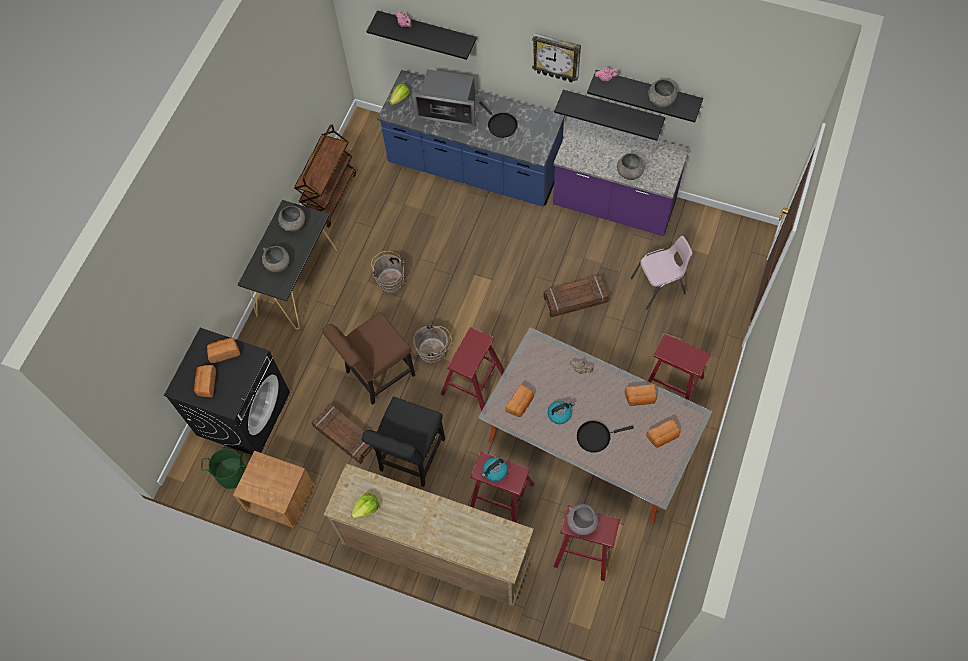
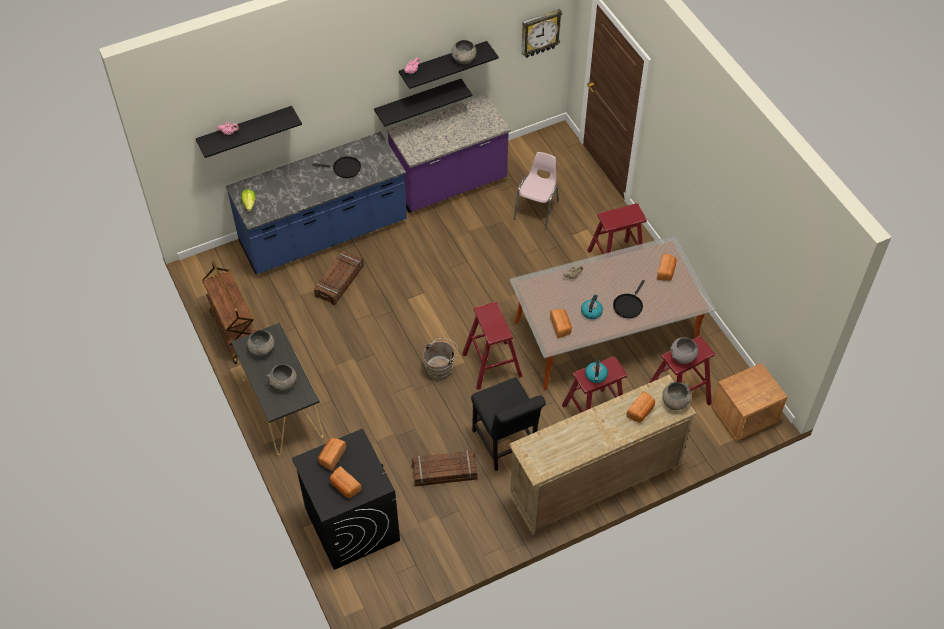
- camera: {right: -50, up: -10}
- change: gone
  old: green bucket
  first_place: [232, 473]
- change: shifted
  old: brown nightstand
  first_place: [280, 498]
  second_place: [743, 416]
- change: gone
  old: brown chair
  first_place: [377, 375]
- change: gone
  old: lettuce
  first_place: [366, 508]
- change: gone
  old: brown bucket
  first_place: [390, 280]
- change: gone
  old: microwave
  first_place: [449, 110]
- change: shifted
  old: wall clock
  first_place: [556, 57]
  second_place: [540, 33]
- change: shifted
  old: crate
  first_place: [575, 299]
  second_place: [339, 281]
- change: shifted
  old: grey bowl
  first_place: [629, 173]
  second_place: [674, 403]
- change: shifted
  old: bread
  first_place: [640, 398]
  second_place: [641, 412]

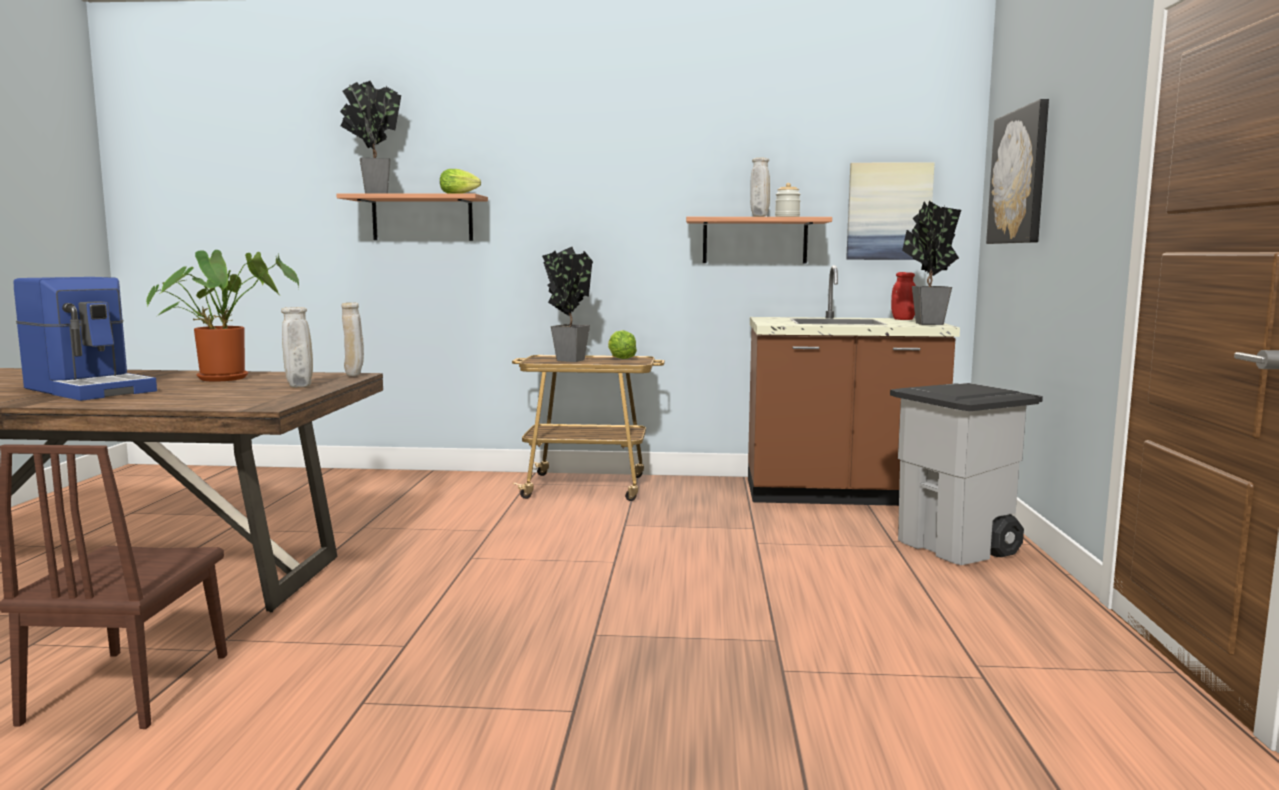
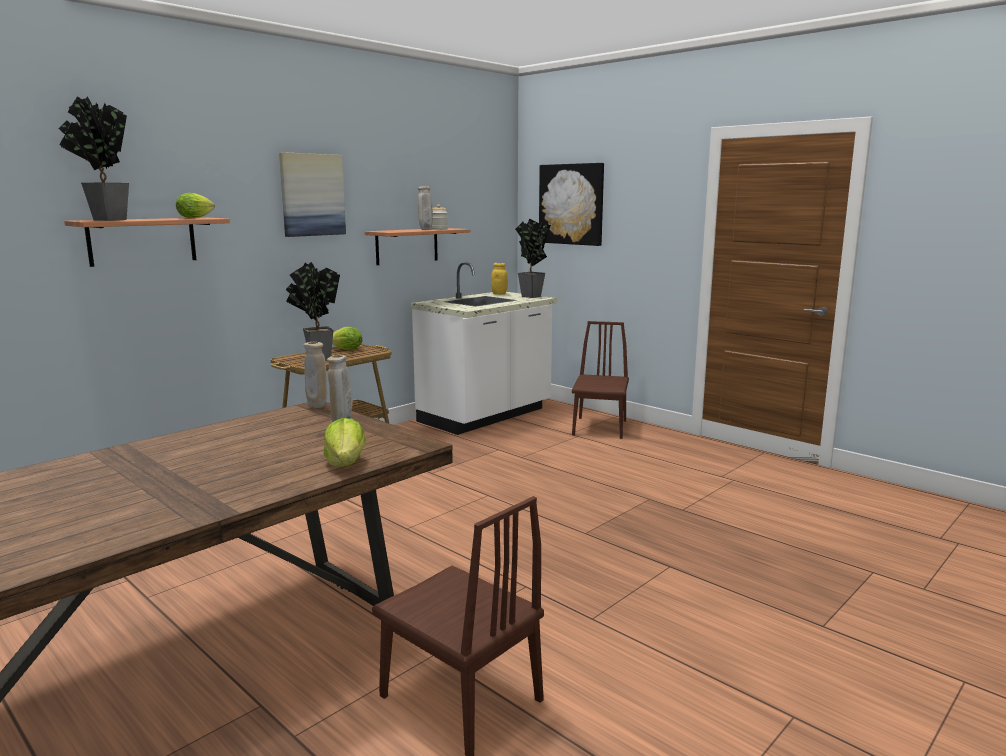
- camera: {right: -50, up: 5}
- change: gone
  old: coffee machine
  first_place: [91, 389]
- change: gone
  old: potted plant
  first_place: [227, 378]
- change: repainted
  old: brown counter
  new: white counter
  first_place: [840, 495]
  second_place: [486, 416]
- change: shifted
  old: picture
  first_place: [889, 211]
  second_place: [312, 195]
- change: swapped
  old: grey trash can
  new: brown chair
  first_place: [958, 548]
  second_place: [599, 427]
- change: repainted
  old: red jar
  new: yellow jar
  first_place: [903, 319]
  second_place: [499, 294]
- change: new
  new: lettuce
  second_place: [345, 463]

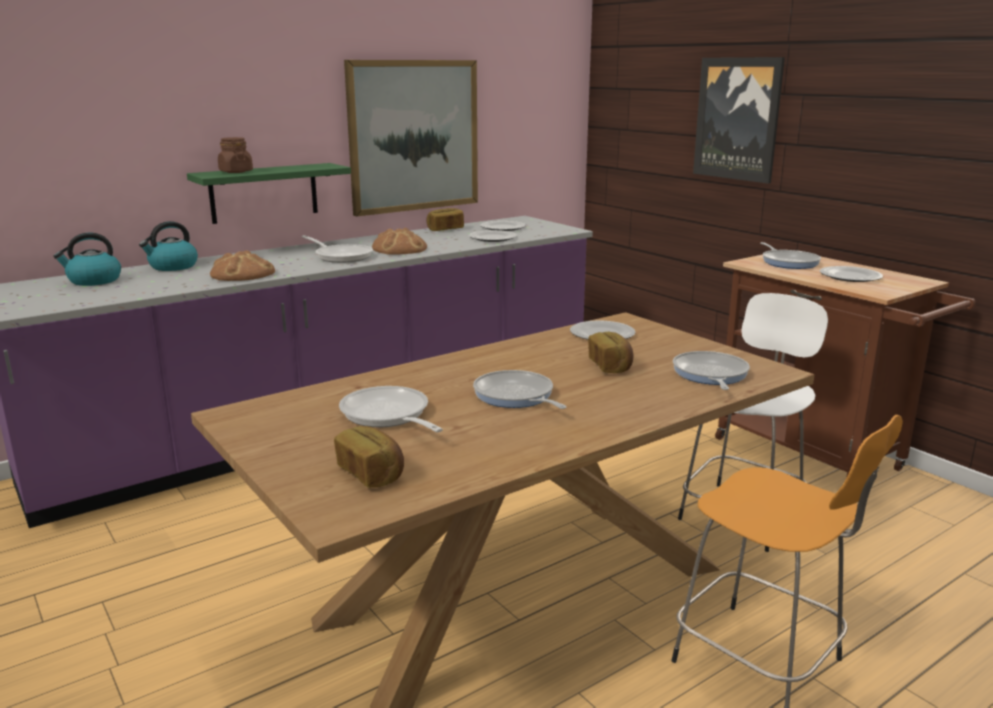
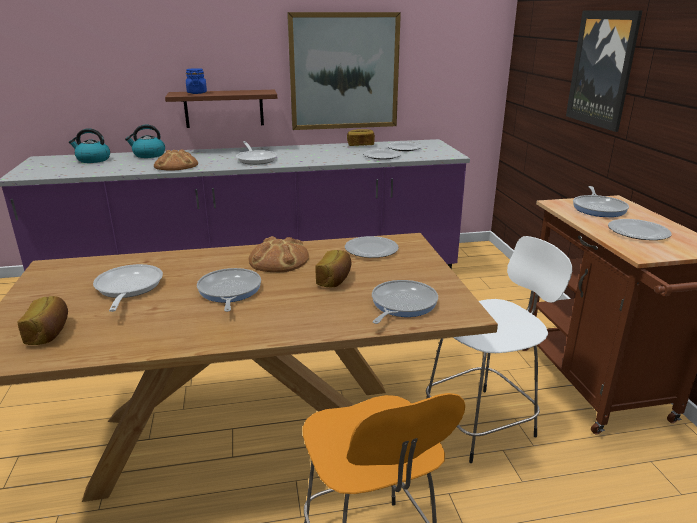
- camera: {right: 25, up: 5}
- change: repainted
  old: green shelf
  new: brown shelf
  first_place: [264, 193]
  second_place: [224, 108]
- change: repainted
  old: brown jar
  new: blue jar
  first_place: [235, 172]
  second_place: [197, 93]
- change: shifted
  old: bread
  first_place: [400, 248]
  second_place: [278, 260]

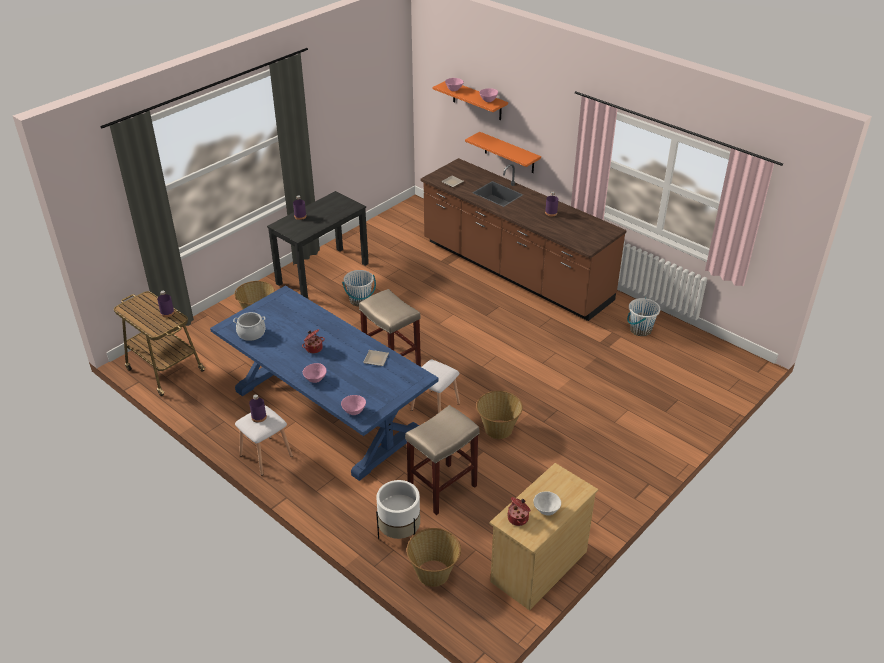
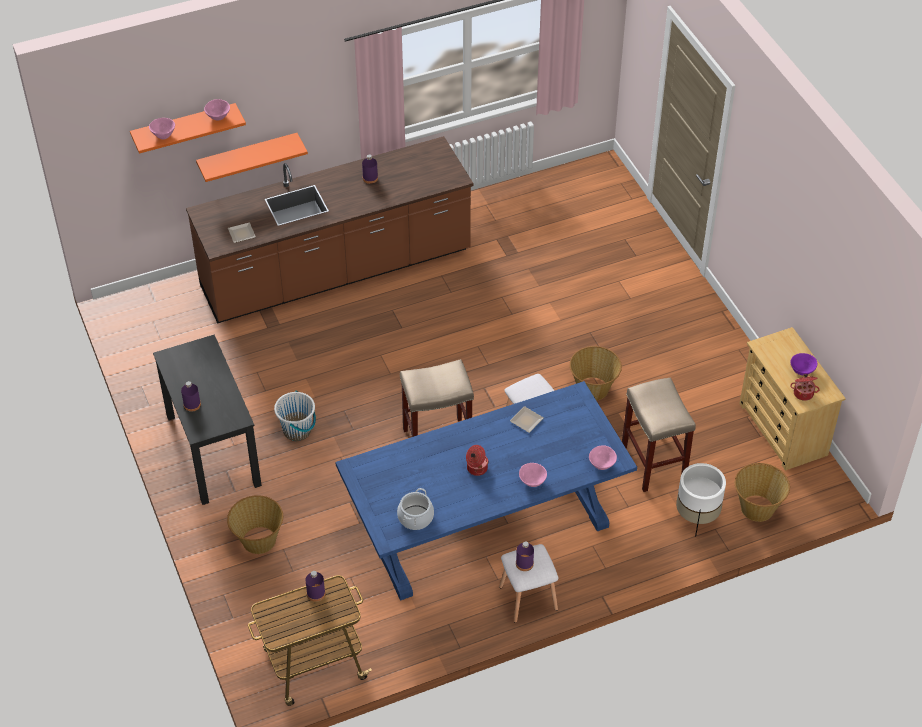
- camera: {right: -65, up: 10}
- change: repainted
  old: white bowl
  new: purple bowl
  first_place: [546, 509]
  second_place: [801, 370]
- change: gone
  old: white bucket
  first_place: [640, 330]

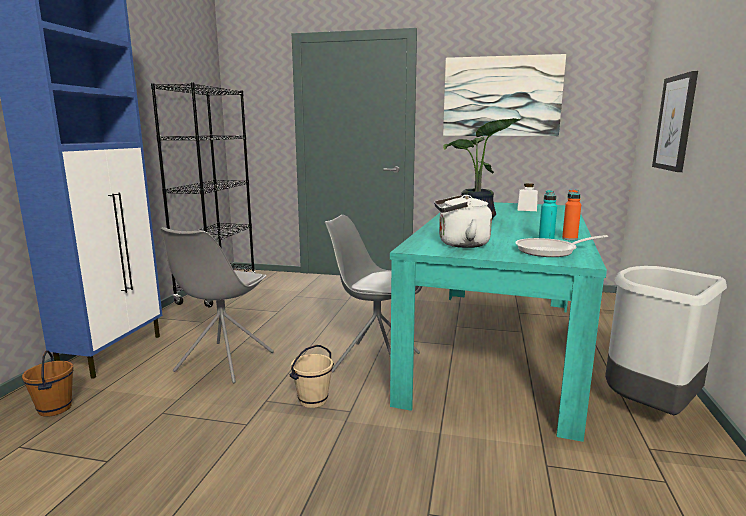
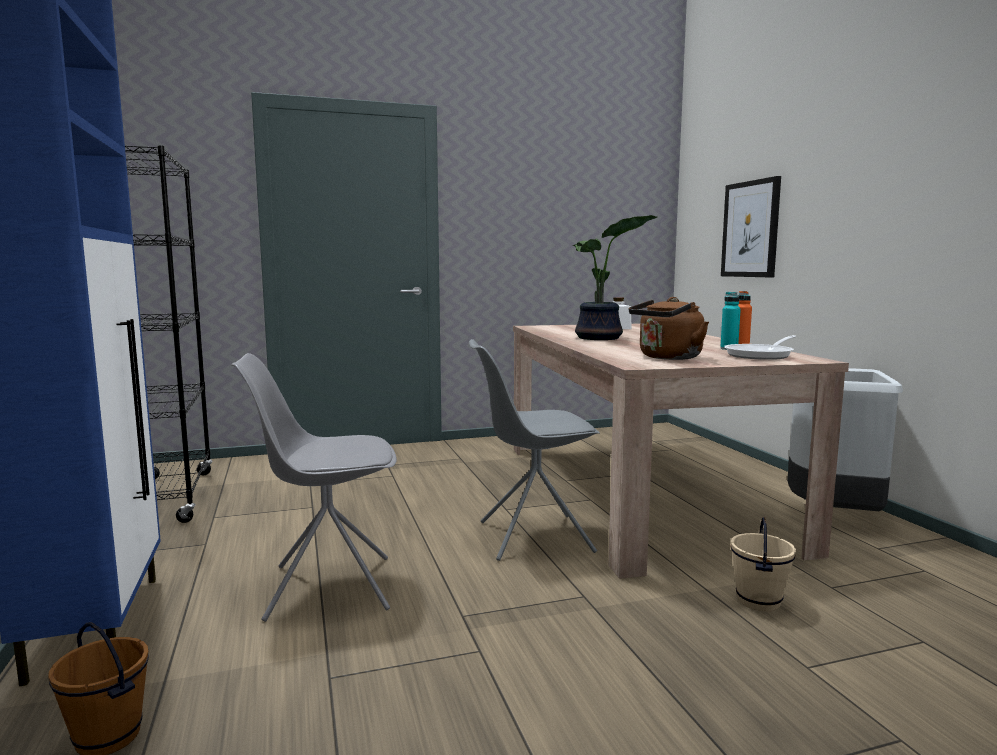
- camera: {right: -30, up: -5}
- change: rotated
  old: grey chair
  first_place: [223, 362]
  second_place: [327, 587]
  degrees: 90
- change: shifted
  old: beige bucket
  first_place: [313, 401]
  second_place: [759, 601]
- change: repainted
  old: turquoise dining table
  new: beige dining table
  first_place: [497, 346]
  second_place: [635, 491]
- change: repainted
  old: white kettle
  new: brown kettle
  first_place: [460, 244]
  second_place: [667, 358]
- change: gone
  old: picture
  first_place: [501, 96]

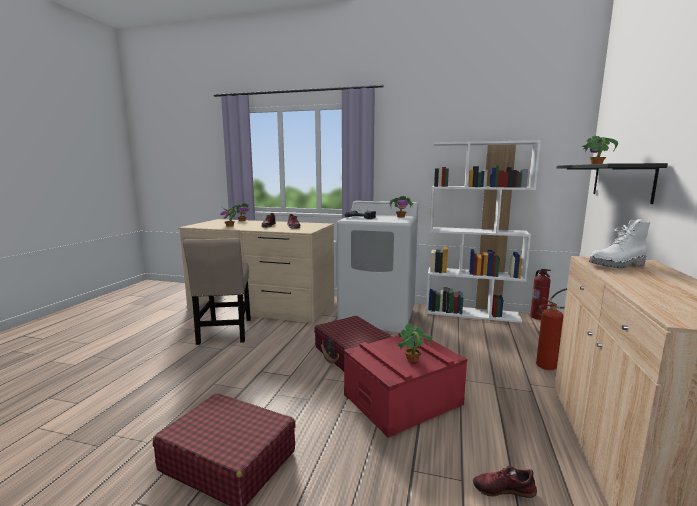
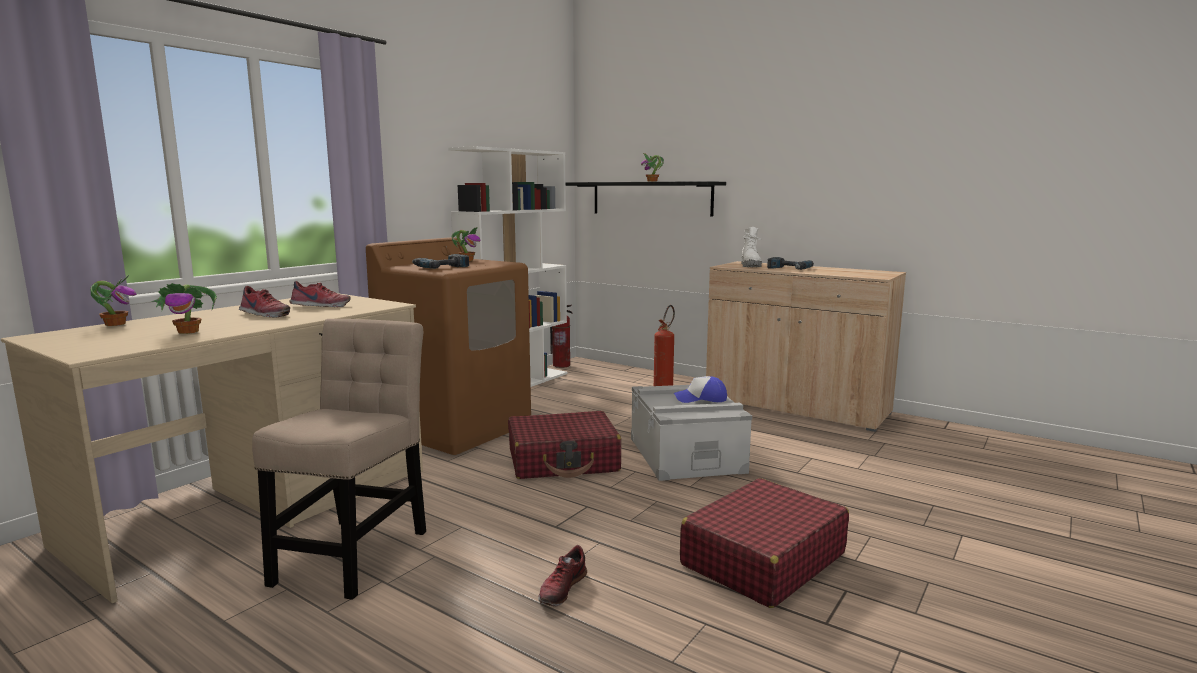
- camera: {right: -70, up: 0}
- change: rotated
  old: beige chair
  first_place: [225, 332]
  second_place: [355, 552]
  degrees: -90
- change: repainted
  old: white washing machine
  new: brown washing machine
  first_place: [378, 316]
  second_place: [457, 427]
- change: repainted
  old: red storage box
  new: grey storage box
  first_place: [402, 399]
  second_place: [686, 455]
- change: swapped
  old: potted plant
  new: cap
  first_place: [412, 359]
  second_place: [701, 399]
- change: shifted
  old: shoe
  first_place: [503, 489]
  second_place: [562, 588]
- change: new
  new: power drill
  second_place: [788, 269]

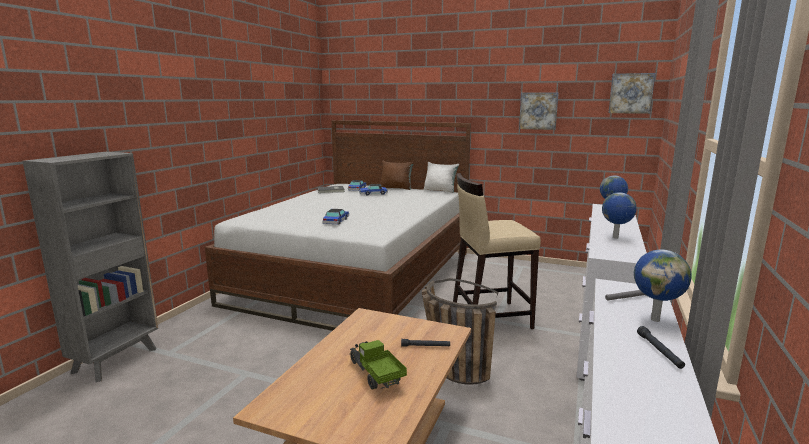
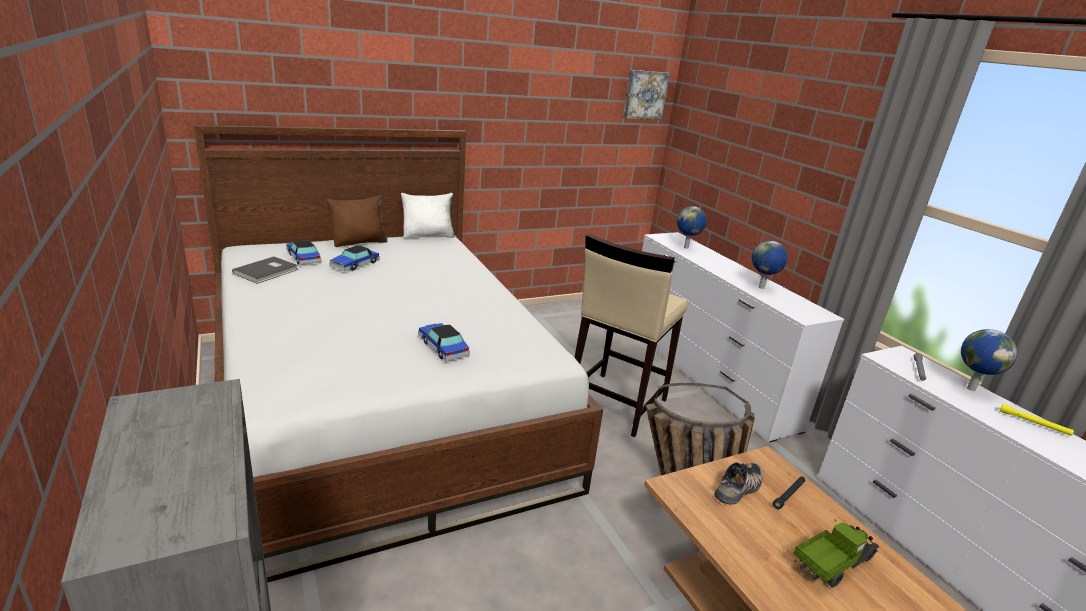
- camera: {right: -50, up: 10}
- change: rotated
  old: toy truck
  first_place: [375, 375]
  second_place: [832, 563]
  degrees: 135
- change: gone
  old: picture
  first_place: [538, 111]
- change: repainted
  old: black flashlight
  new: yellow flashlight
  first_place: [659, 351]
  second_place: [1034, 423]
- change: new
  new: shoe
  second_place: [739, 488]

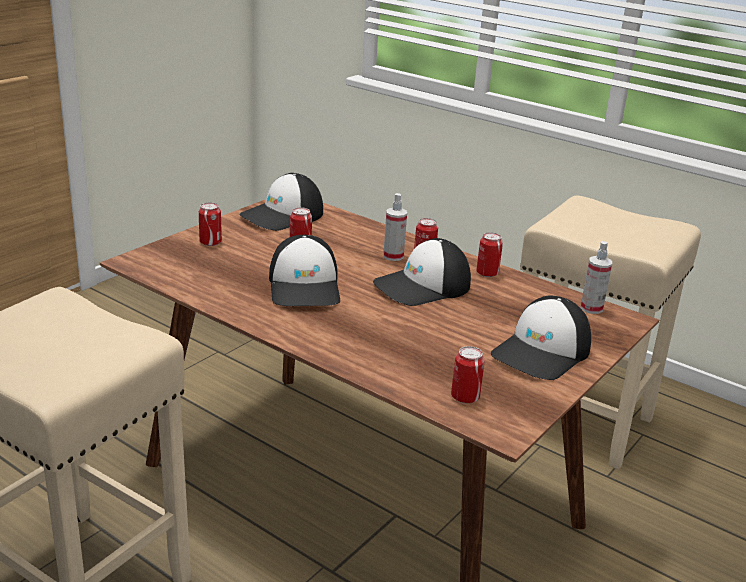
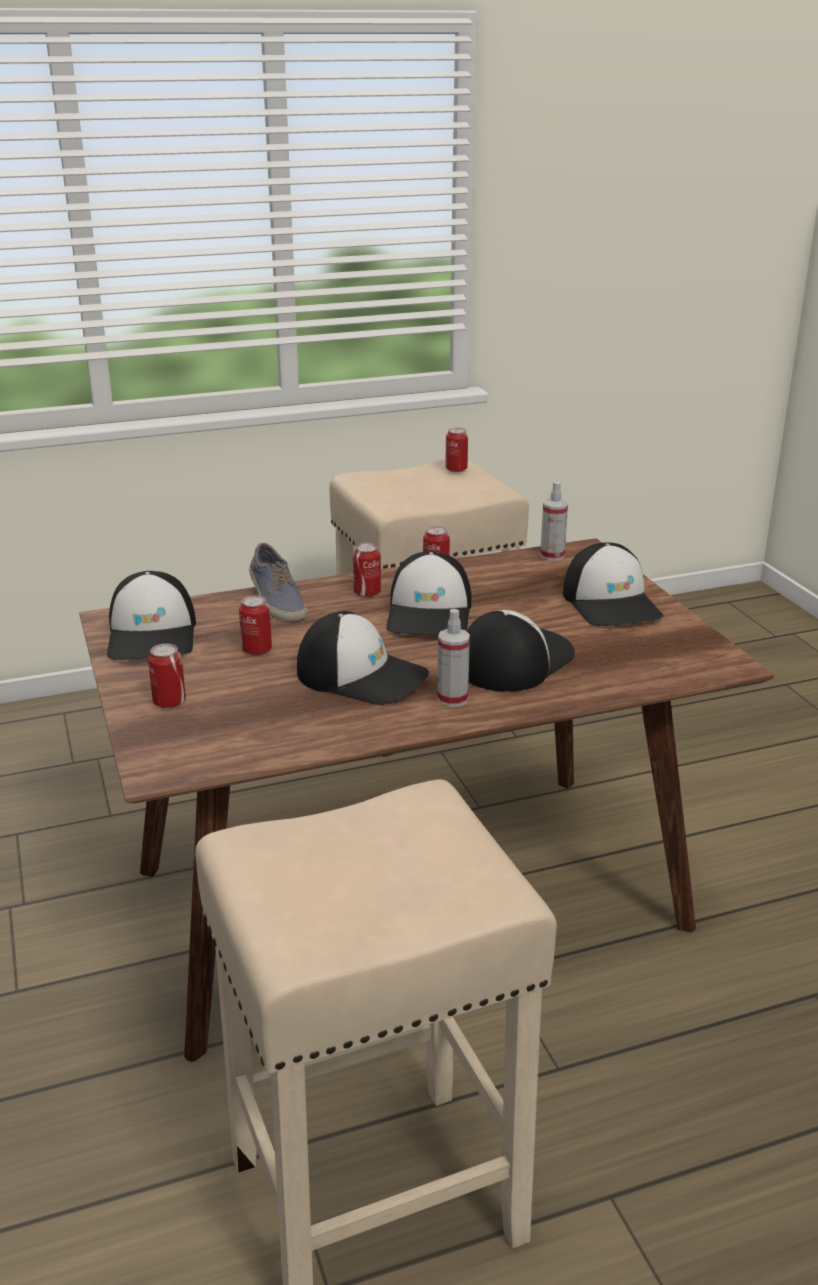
- camera: {right: -55, up: 0}
- change: shifted
  old: spray bottle
  first_place: [393, 256]
  second_place: [452, 699]
- change: shifted
  old: can
  first_place: [465, 397]
  second_place: [456, 469]
- change: new
  new: shoe
  second_place: [276, 601]
- change: new
  new: cap
  second_place: [514, 661]

